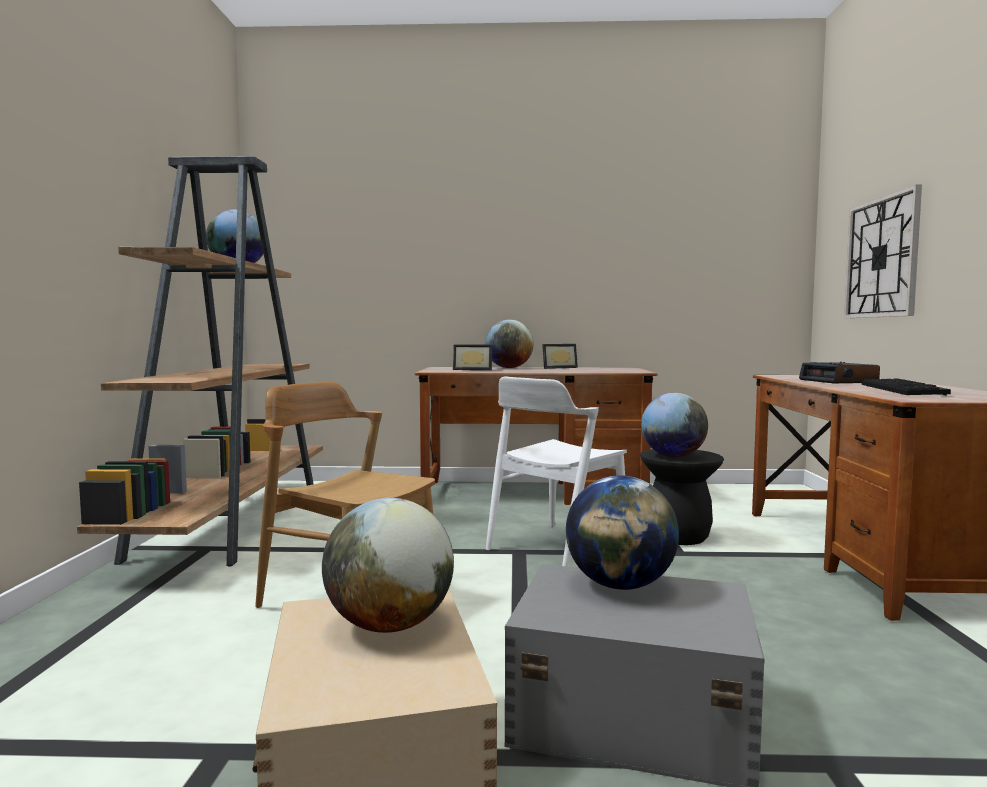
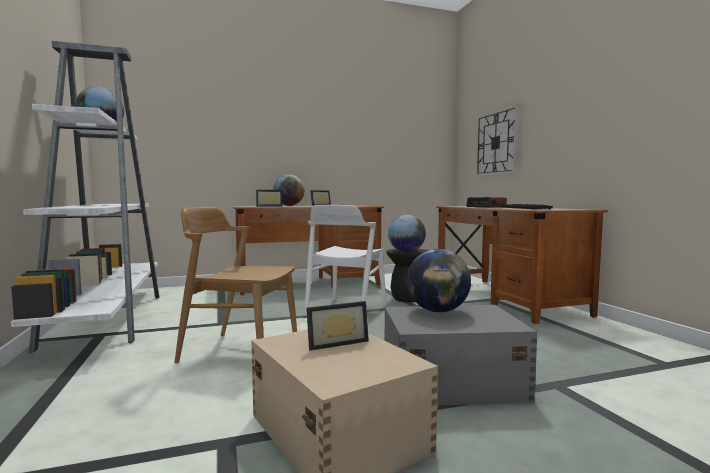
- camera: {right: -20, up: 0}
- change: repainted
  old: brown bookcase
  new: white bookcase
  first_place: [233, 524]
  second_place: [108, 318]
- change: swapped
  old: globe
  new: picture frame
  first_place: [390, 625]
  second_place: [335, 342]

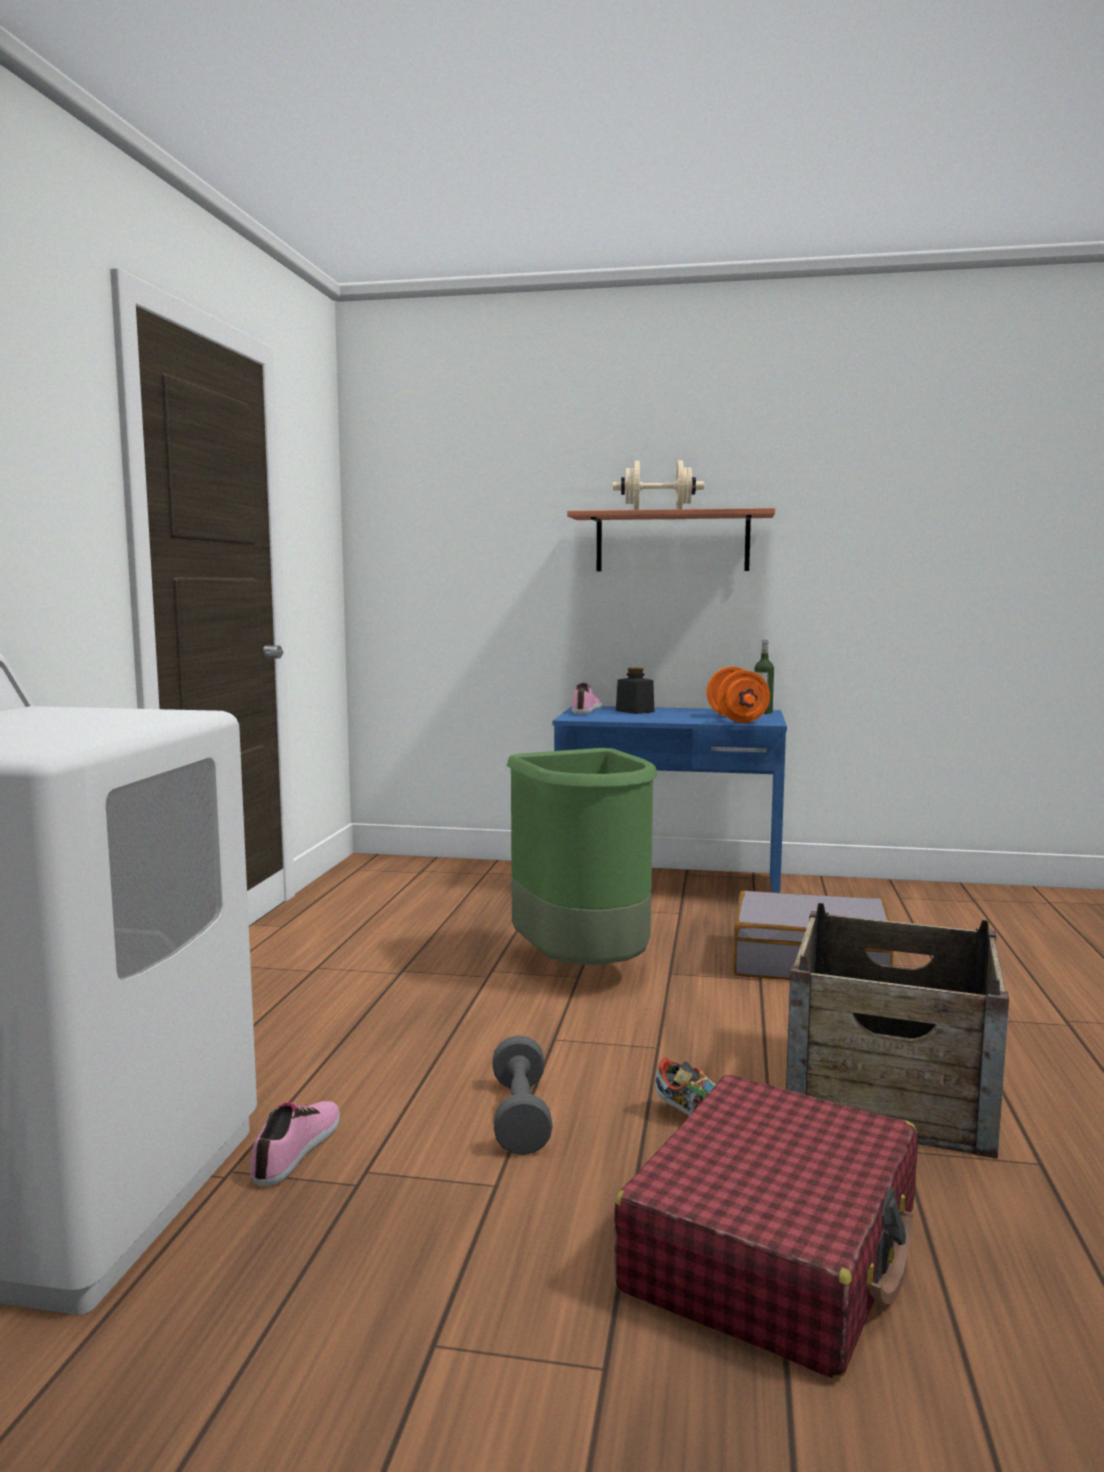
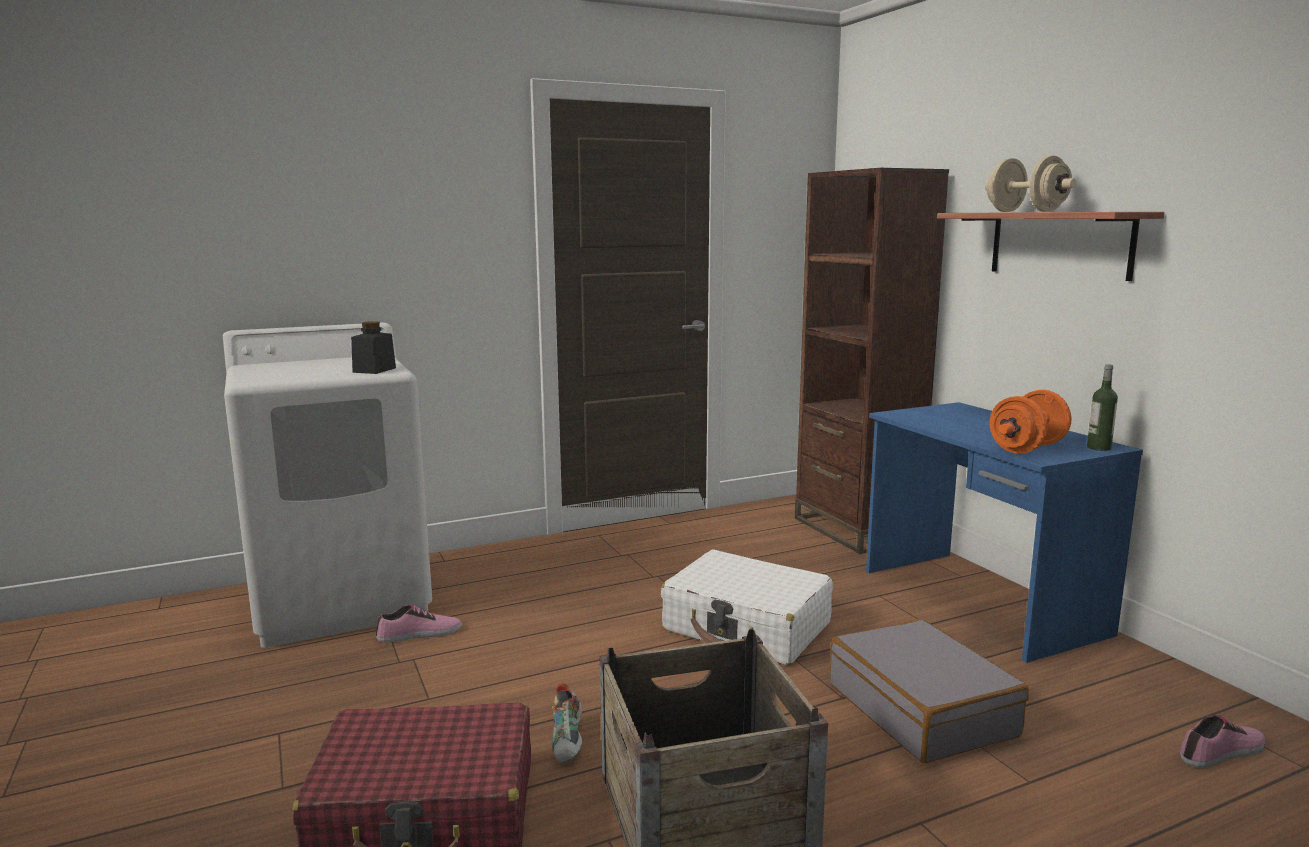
- camera: {right: 55, up: 5}
- change: gone
  old: grey dumbbell
  first_place: [520, 1117]
- change: swapped
  old: green trash can
  new: white suitcase
  first_place: [584, 970]
  second_place: [747, 627]
- change: shifted
  old: shoe
  first_place: [586, 710]
  second_place: [1222, 752]
- change: shifted
  old: black jar
  first_place: [635, 711]
  second_place: [374, 370]
- change: new
  new: brown bookcase
  second_place: [855, 529]

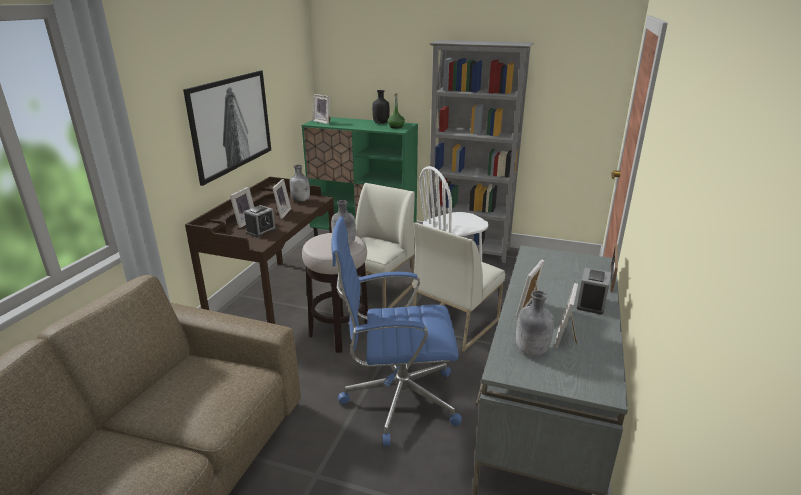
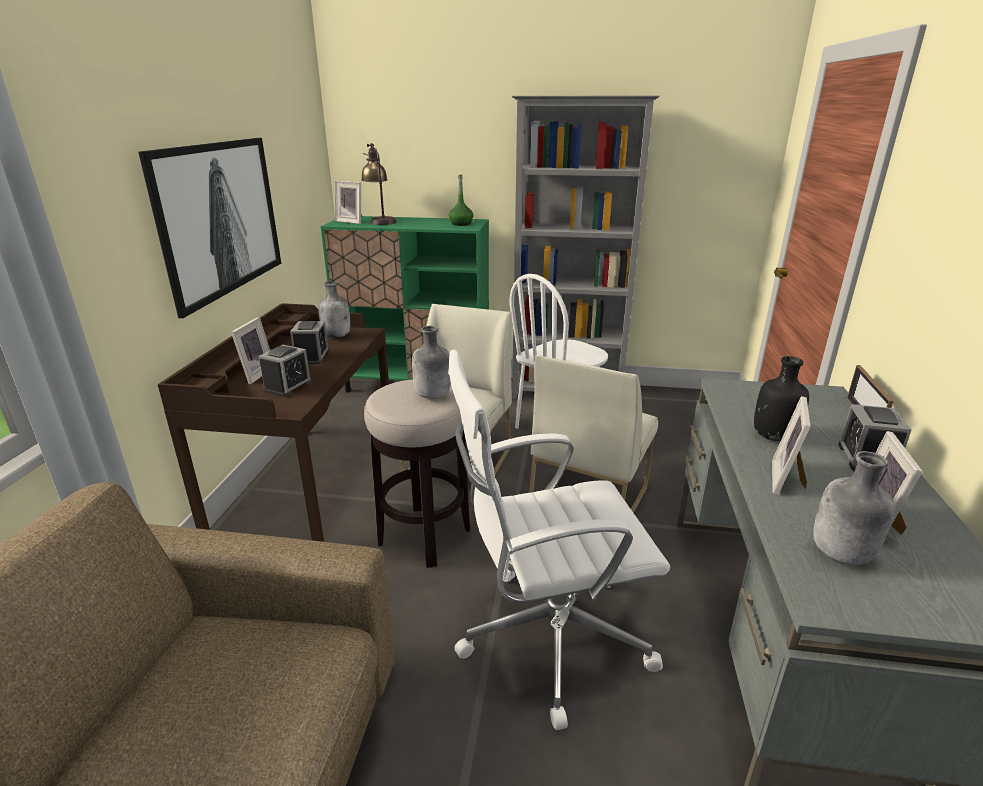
- camera: {right: -10, up: 0}
- change: swapped
  old: picture frame
  new: alarm clock
  first_place: [281, 213]
  second_place: [312, 357]
- change: repainted
  old: blue office chair
  new: white office chair
  first_place: [397, 399]
  second_place: [548, 637]
- change: shifted
  old: black bottle
  first_place: [381, 123]
  second_place: [774, 436]
- change: new
  new: table lamp
  second_place: [380, 220]

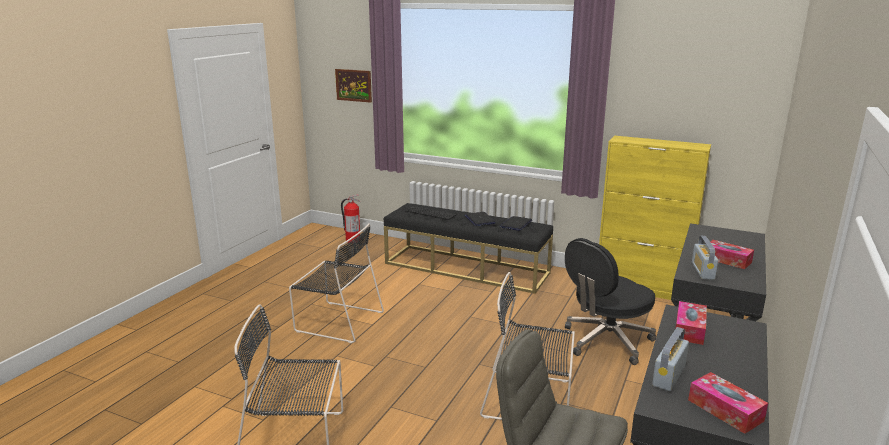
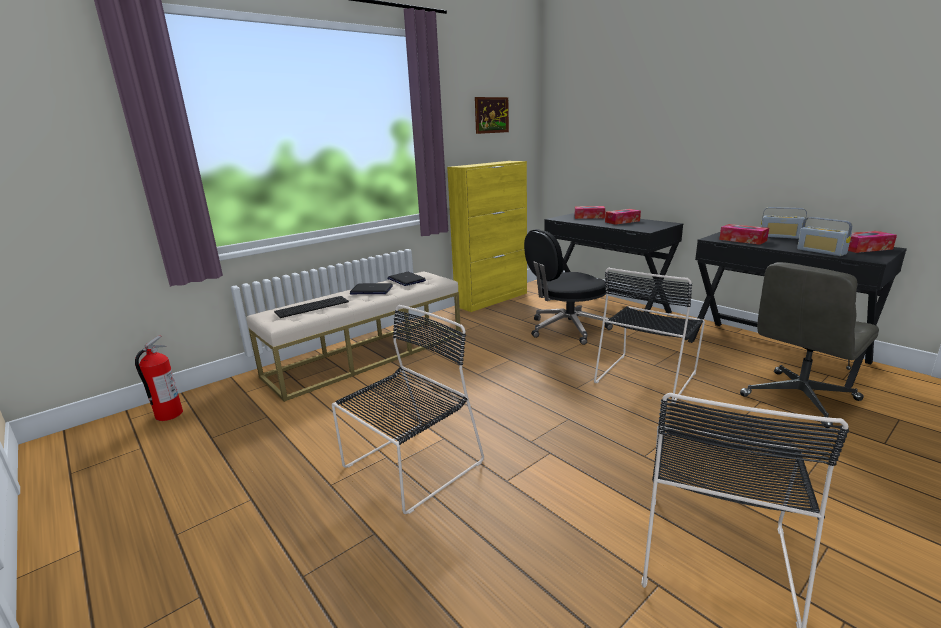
- camera: {right: -65, up: 0}
- change: shifted
  old: picture
  first_place: [353, 85]
  second_place: [491, 115]
- change: repainted
  old: black bench
  new: beige bench
  first_place: [466, 268]
  second_place: [367, 355]
- change: rotated
  old: black office chair
  first_place: [606, 341]
  second_place: [566, 329]
  degrees: 75
- change: shifted
  old: radio
  first_place: [702, 271]
  second_place: [780, 236]
- change: new
  new: tissue box
  second_place: [589, 217]

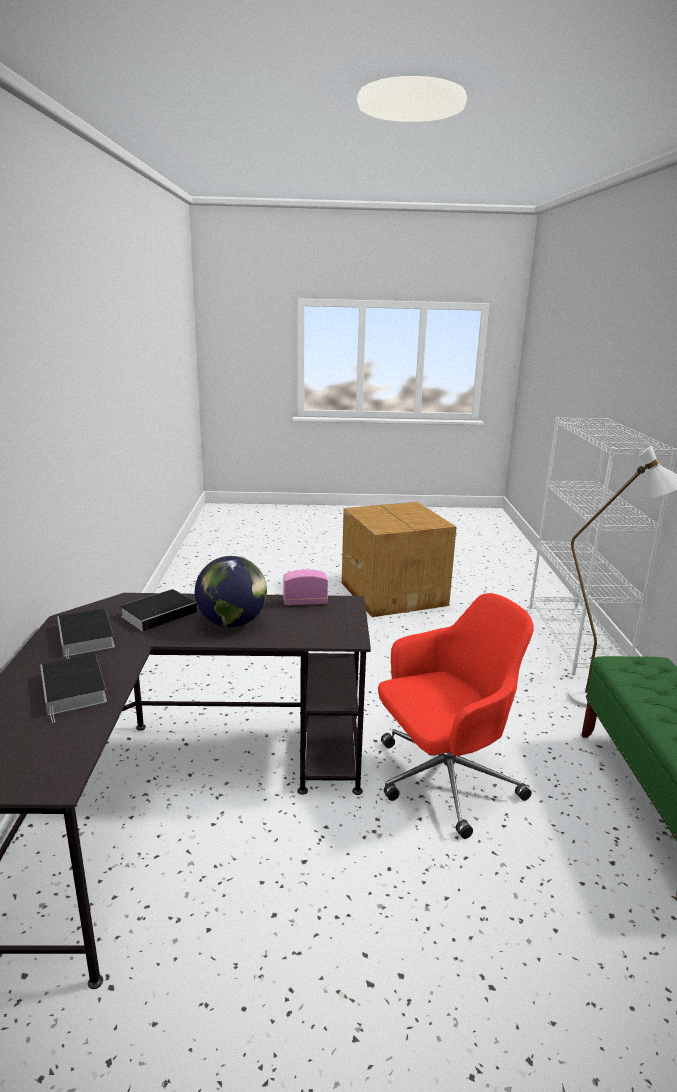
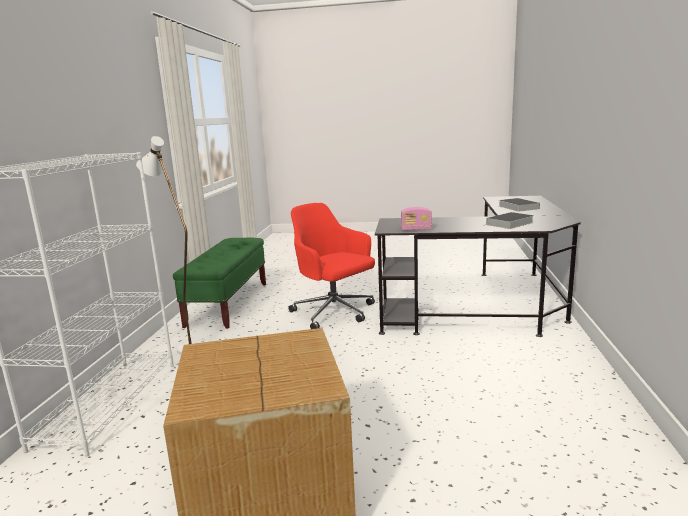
- camera: {right: -170, up: -5}
- change: gone
  old: book
  first_place: [86, 637]
- change: gone
  old: globe
  first_place: [232, 623]
- change: rotated
  old: red office chair
  first_place: [443, 780]
  second_place: [334, 313]
  degrees: 60

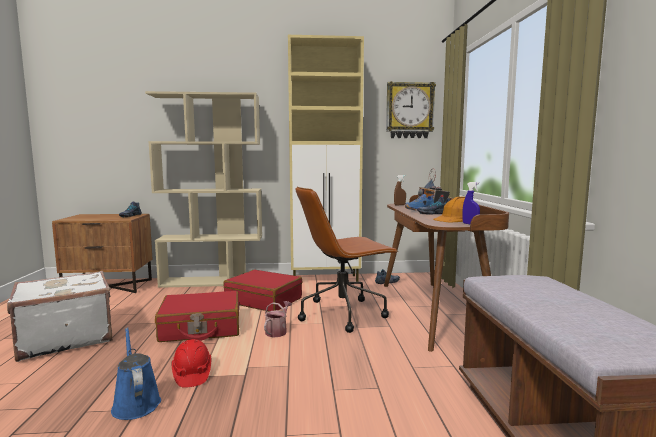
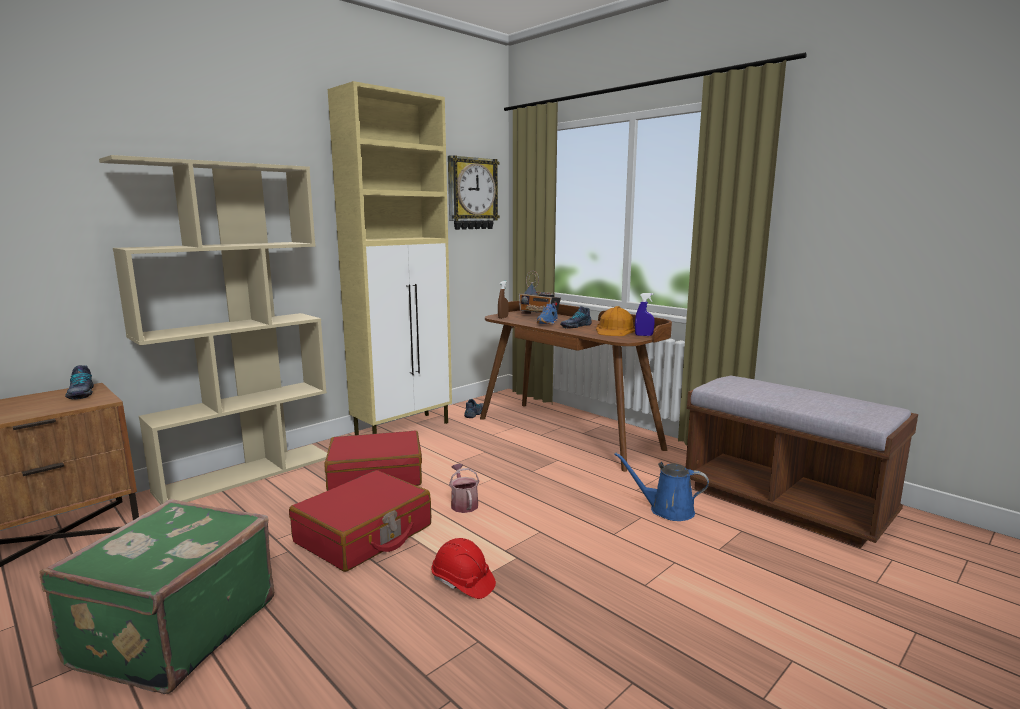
- camera: {right: -40, up: 5}
- change: repainted
  old: white suitcase
  new: green suitcase
  first_place: [65, 338]
  second_place: [172, 631]
- change: shifted
  old: blue watering can
  first_place: [136, 403]
  second_place: [667, 510]
- change: gone
  old: brown office chair
  first_place: [343, 313]

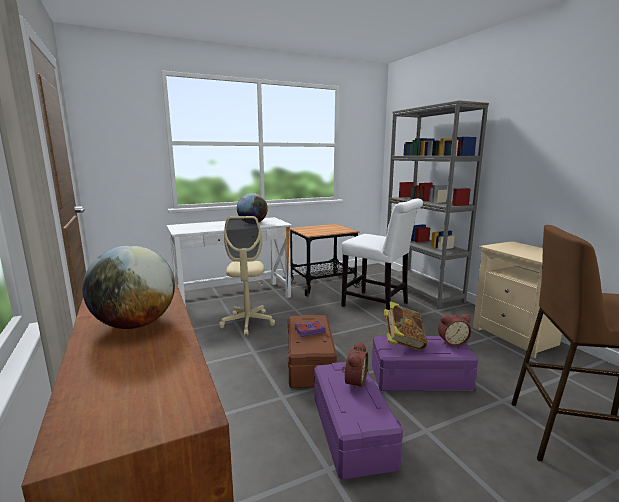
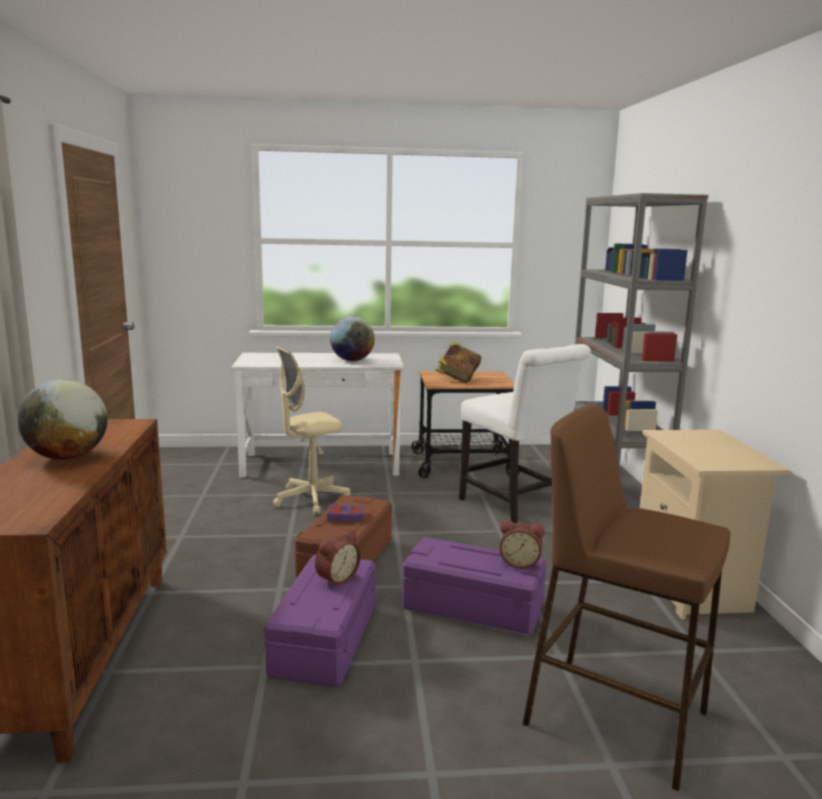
- camera: {right: 20, up: 0}
- change: rotated
  old: beige office chair
  first_place: [247, 323]
  second_place: [311, 500]
  degrees: 45
- change: shifted
  old: book
  first_place: [403, 343]
  second_place: [458, 379]

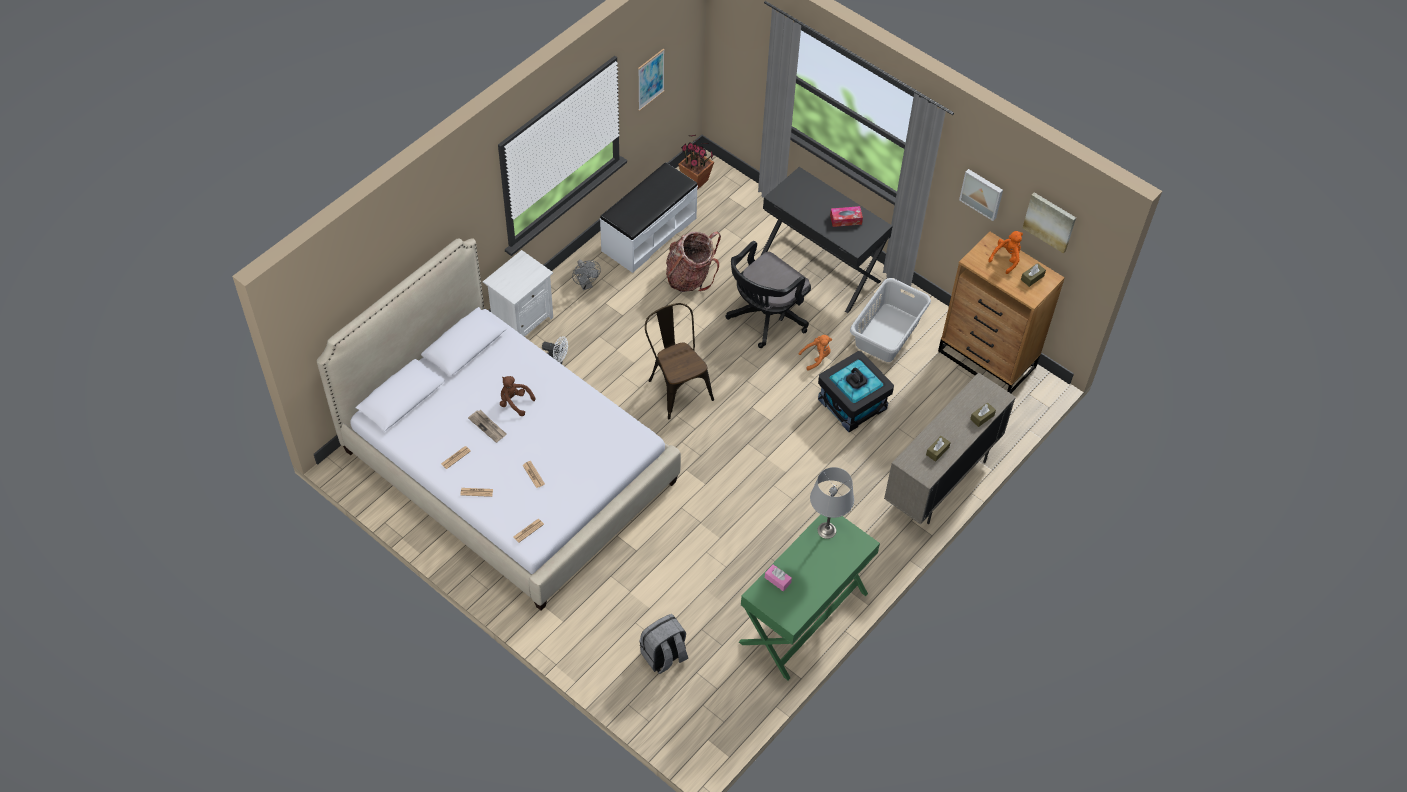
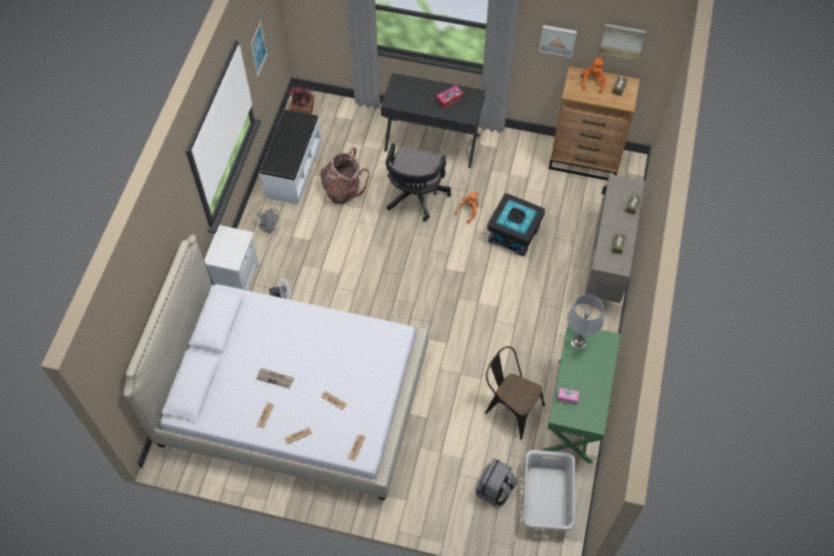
- camera: {right: -25, up: 5}
- change: gone
  old: brown plush toy
  first_place: [514, 402]
- change: shifted
  old: brown chair
  first_place: [677, 387]
  second_place: [510, 407]
- change: shifted
  old: grey laundry basket
  first_place: [886, 333]
  second_place: [546, 499]

